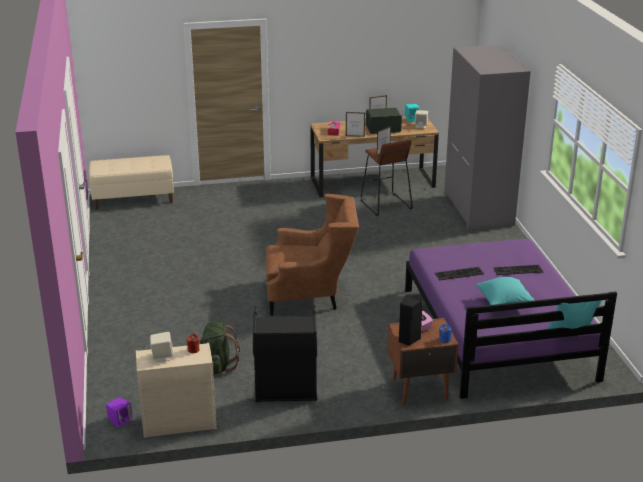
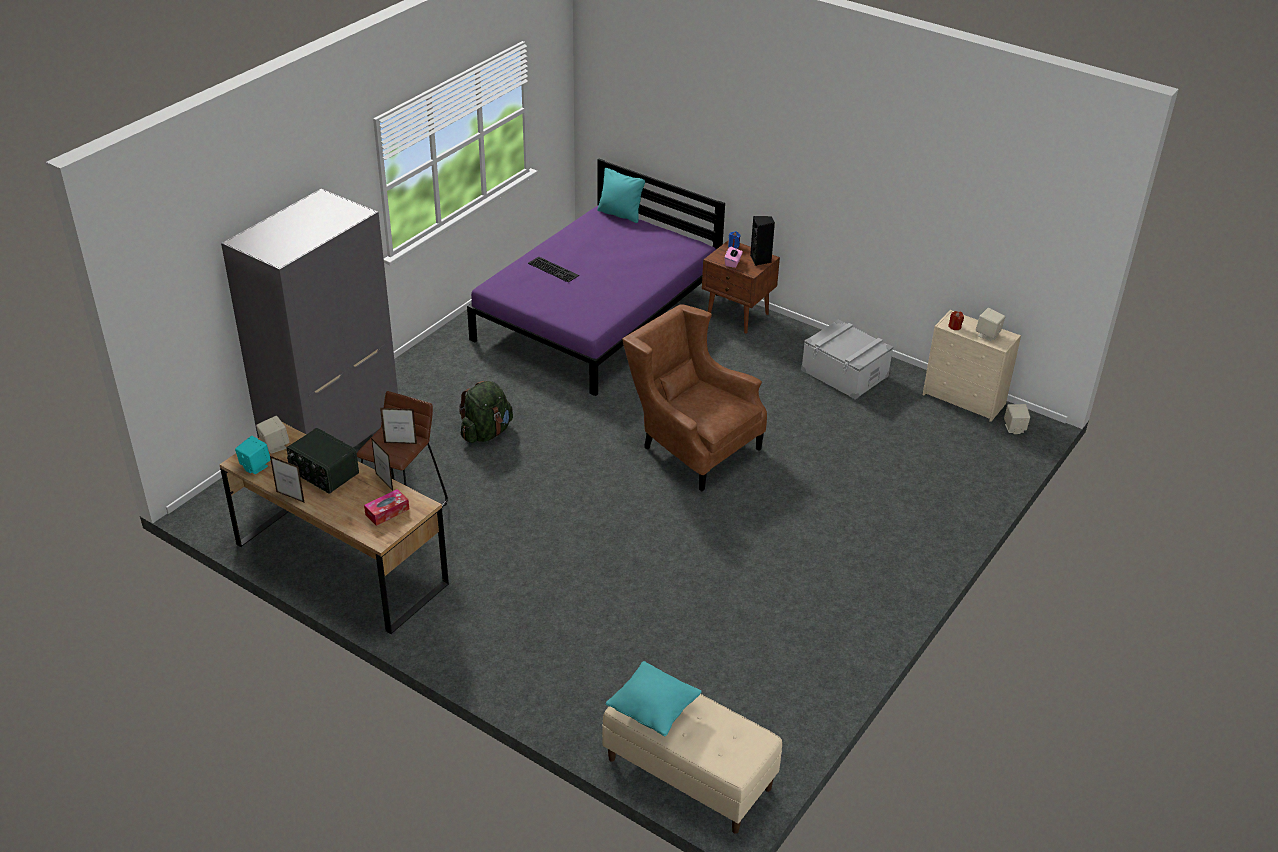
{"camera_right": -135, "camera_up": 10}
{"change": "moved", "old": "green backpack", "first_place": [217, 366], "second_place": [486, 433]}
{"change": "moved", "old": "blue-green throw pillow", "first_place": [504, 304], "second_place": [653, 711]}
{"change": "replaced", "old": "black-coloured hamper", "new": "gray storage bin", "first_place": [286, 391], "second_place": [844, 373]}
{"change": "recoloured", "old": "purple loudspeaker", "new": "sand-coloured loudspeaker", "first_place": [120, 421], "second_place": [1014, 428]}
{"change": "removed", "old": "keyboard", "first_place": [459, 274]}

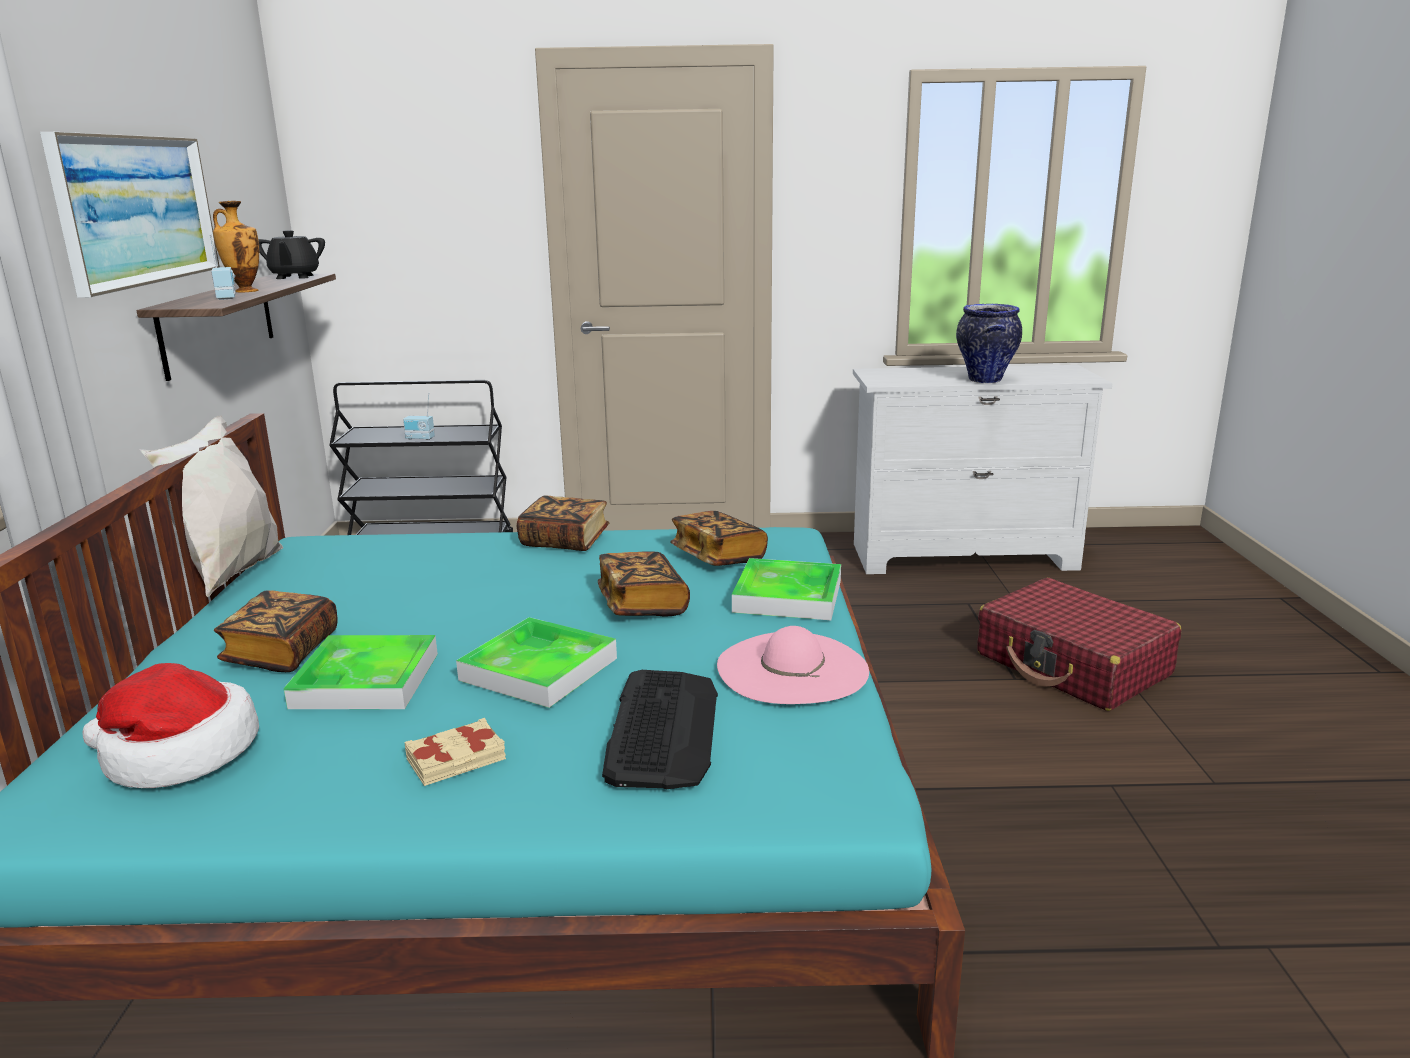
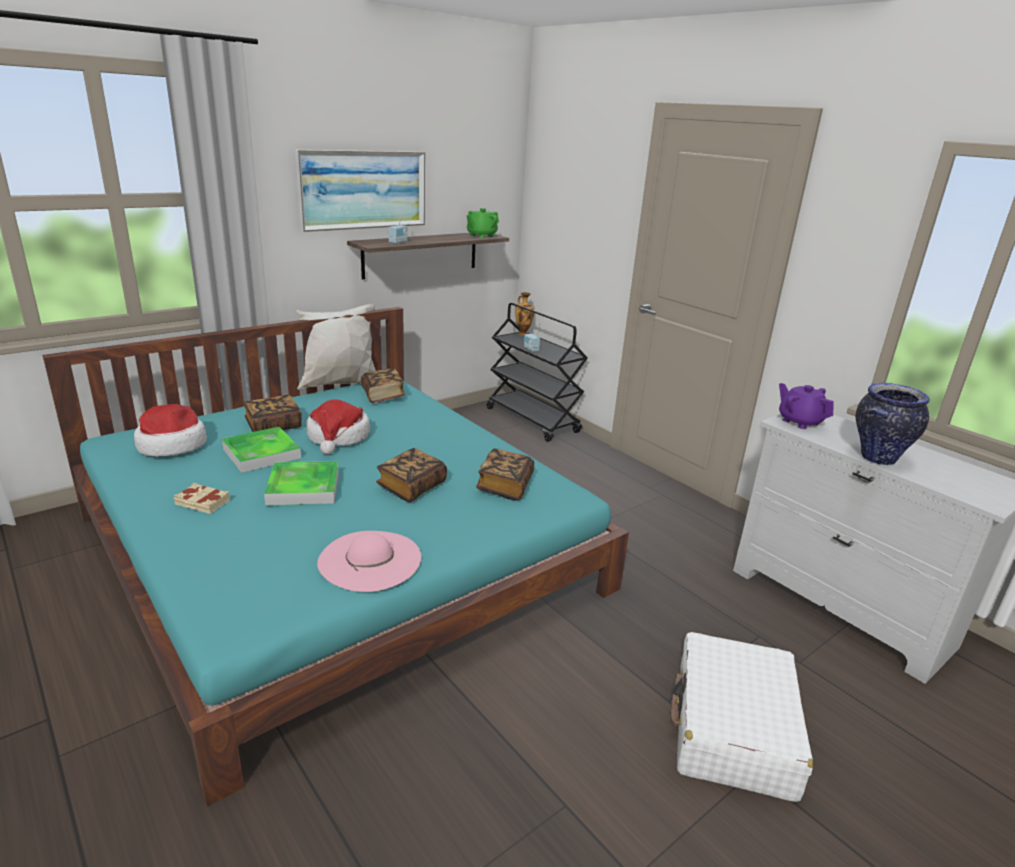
{"camera_right": 50, "camera_up": 5}
{"change": "added", "new": "wearable hat", "second_place": [338, 437]}
{"change": "moved", "old": "volume", "first_place": [565, 541], "second_place": [383, 396]}
{"change": "recoloured", "old": "black-coloured teapot", "new": "green teapot", "first_place": [294, 277], "second_place": [481, 236]}
{"change": "moved", "old": "decorative vase", "first_place": [245, 291], "second_place": [523, 333]}
{"change": "recoloured", "old": "red-coloured suitcase", "new": "whitish suitcase", "first_place": [1073, 665], "second_place": [732, 729]}
{"change": "added", "new": "purple teapot", "second_place": [799, 422]}
{"change": "removed", "old": "keyboard", "first_place": [663, 728]}
{"change": "removed", "old": "tray", "first_place": [788, 596]}

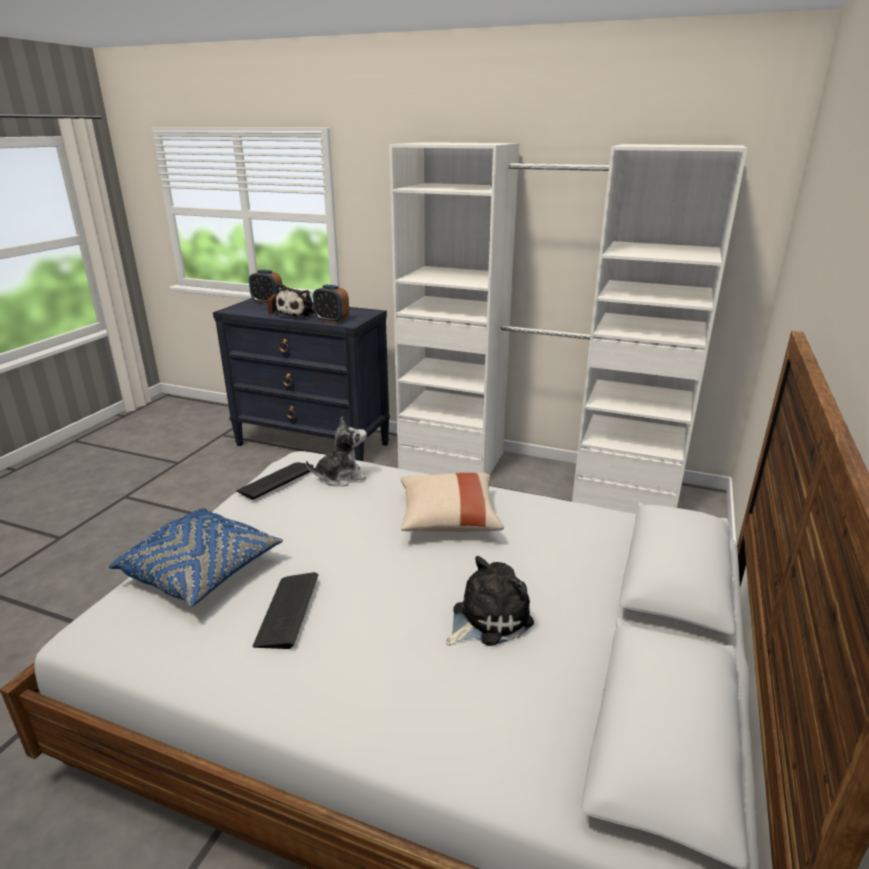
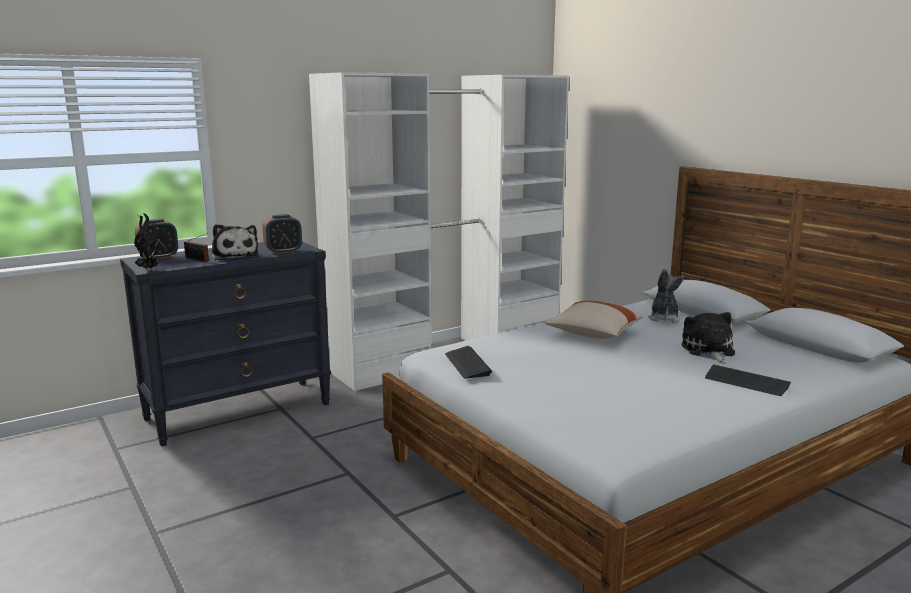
{"camera_right": -55, "camera_up": -10}
{"change": "added", "new": "plant in a pot", "second_place": [149, 269]}
{"change": "moved", "old": "soft toy", "first_place": [340, 477], "second_place": [663, 318]}
{"change": "moved", "old": "keyboard", "first_place": [287, 611], "second_place": [746, 382]}
{"change": "removed", "old": "bluish throw pillow", "first_place": [202, 571]}

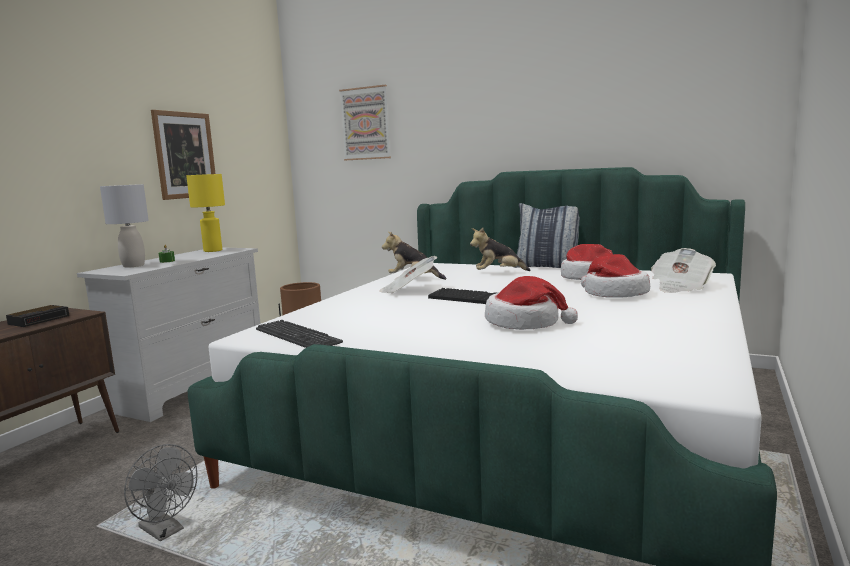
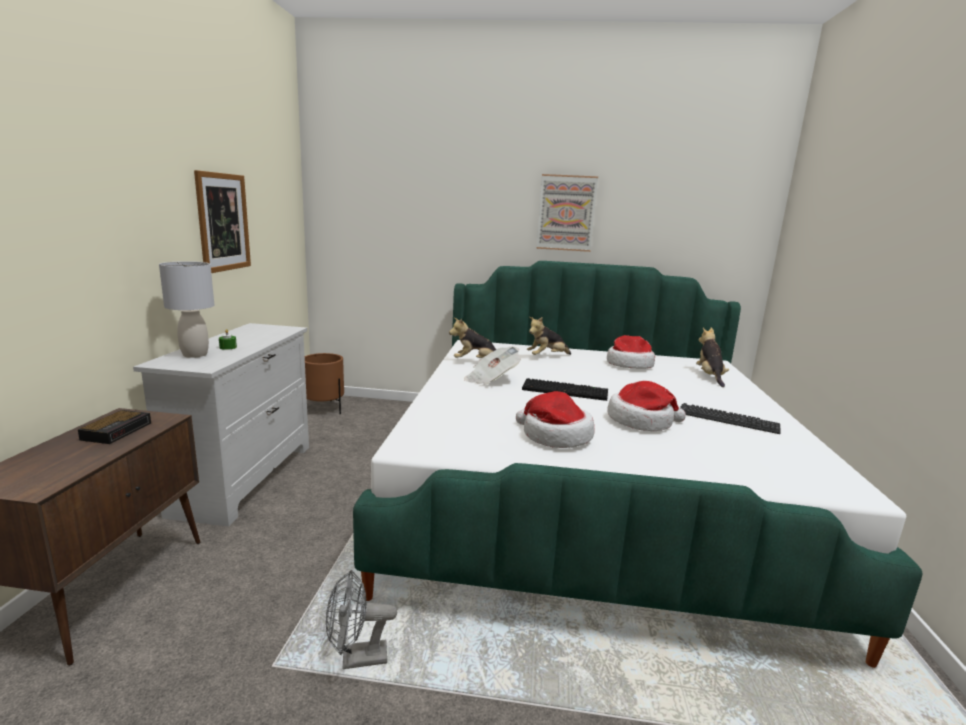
{"camera_right": -20, "camera_up": 5}
{"change": "turned", "old": "gray fan", "first_place": [166, 531], "second_place": [356, 659], "degrees": 150}
{"change": "moved", "old": "wearable hat", "first_place": [614, 293], "second_place": [555, 436]}
{"change": "moved", "old": "picture", "first_place": [365, 123], "second_place": [566, 213]}
{"change": "moved", "old": "keyboard", "first_place": [297, 336], "second_place": [727, 419]}
{"change": "replaced", "old": "newspaper", "new": "soft toy", "first_place": [680, 287], "second_place": [709, 376]}
{"change": "removed", "old": "yellow table lamp", "first_place": [213, 250]}
{"change": "removed", "old": "throw pillow", "first_place": [547, 267]}

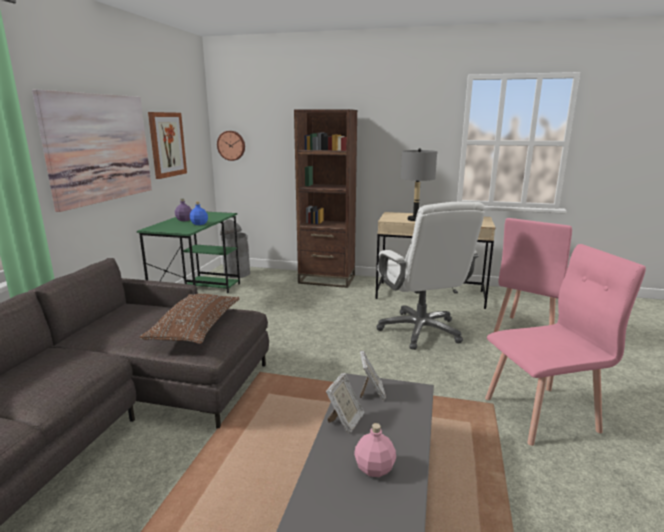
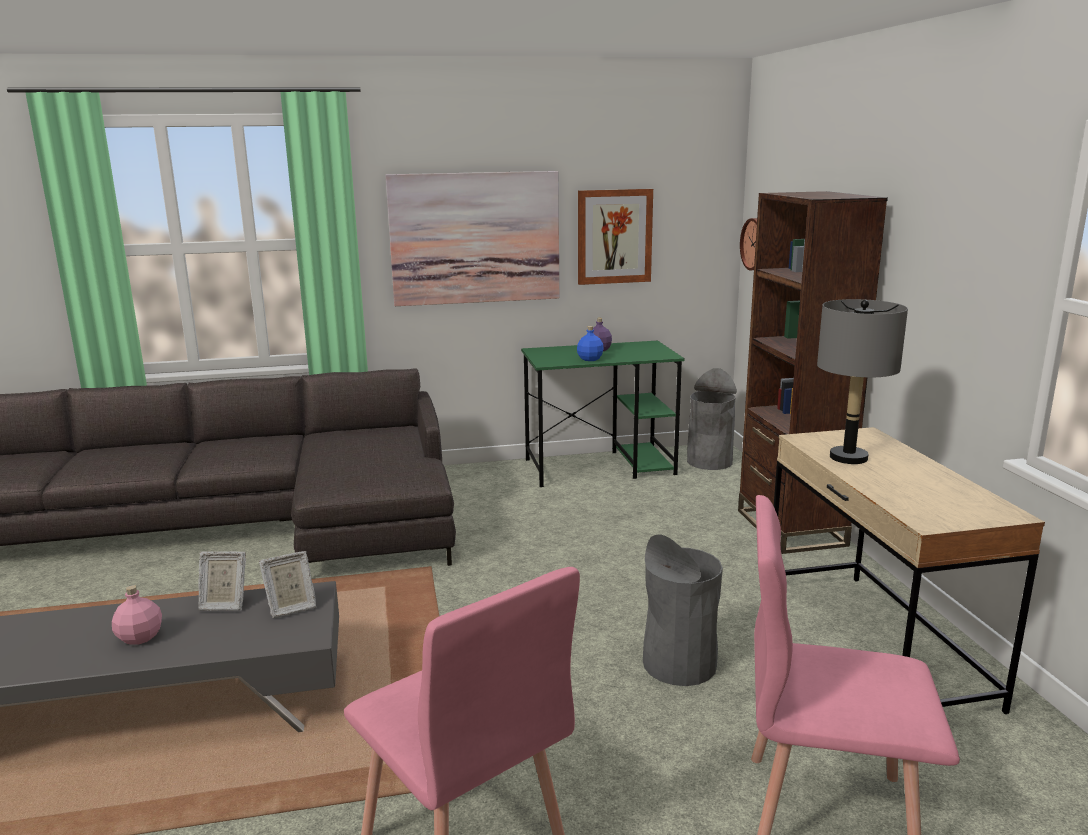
{"camera_right": 65, "camera_up": 0}
{"change": "replaced", "old": "whitish computer chair", "new": "gray trash can", "first_place": [420, 331], "second_place": [679, 664]}
{"change": "removed", "old": "brownish throw pillow", "first_place": [195, 328]}

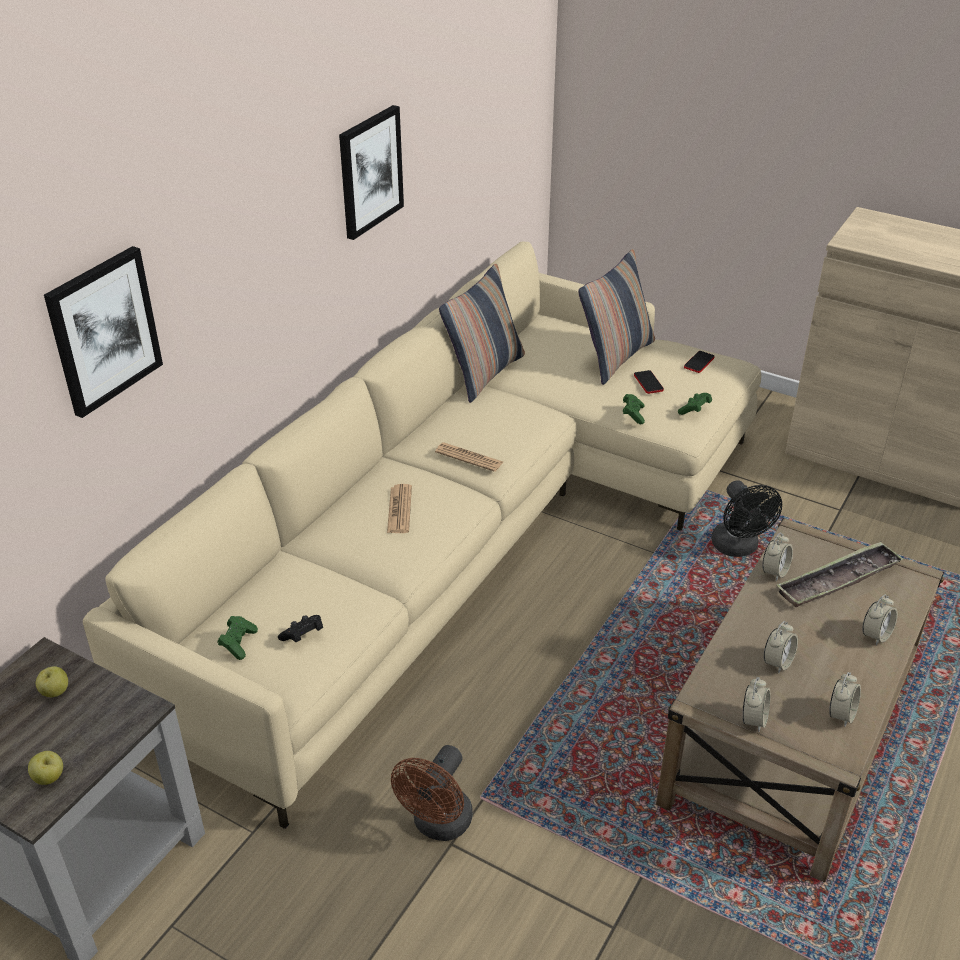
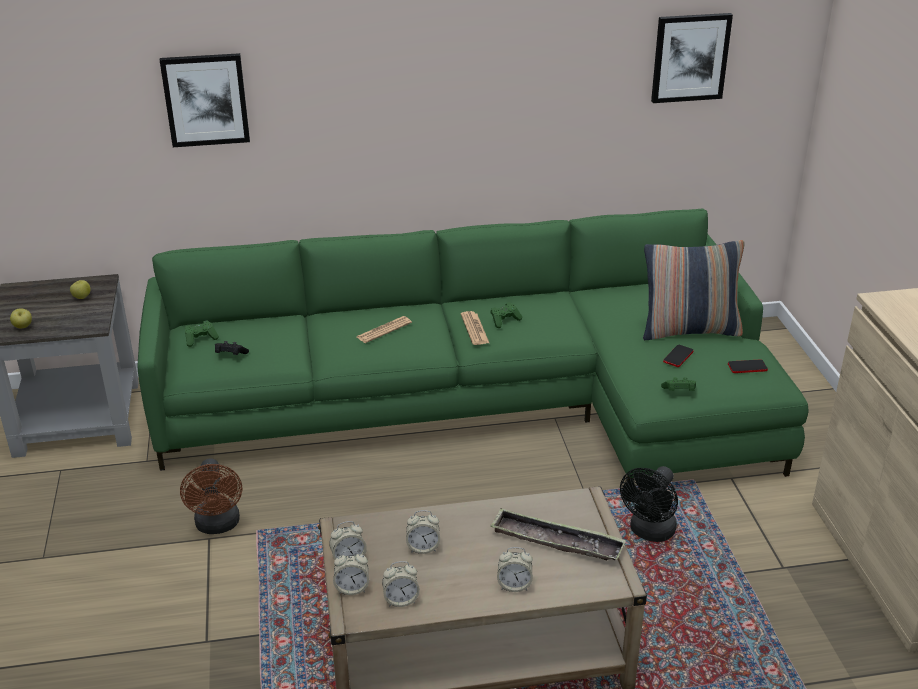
{"camera_right": 50, "camera_up": -5}
{"change": "recoloured", "old": "sand-coloured sofa", "new": "green sofa", "first_place": [468, 535], "second_place": [486, 405]}
{"change": "turned", "old": "brownish fan", "first_place": [438, 825], "second_place": [218, 525], "degrees": -90}
{"change": "moved", "old": "alarm clock", "first_place": [774, 572], "second_place": [352, 588]}
{"change": "moved", "old": "green gamepad", "first_place": [633, 414], "second_place": [505, 320]}
{"change": "moved", "old": "picture", "first_place": [370, 171], "second_place": [690, 57]}
{"change": "removed", "old": "throw pillow", "first_place": [484, 374]}

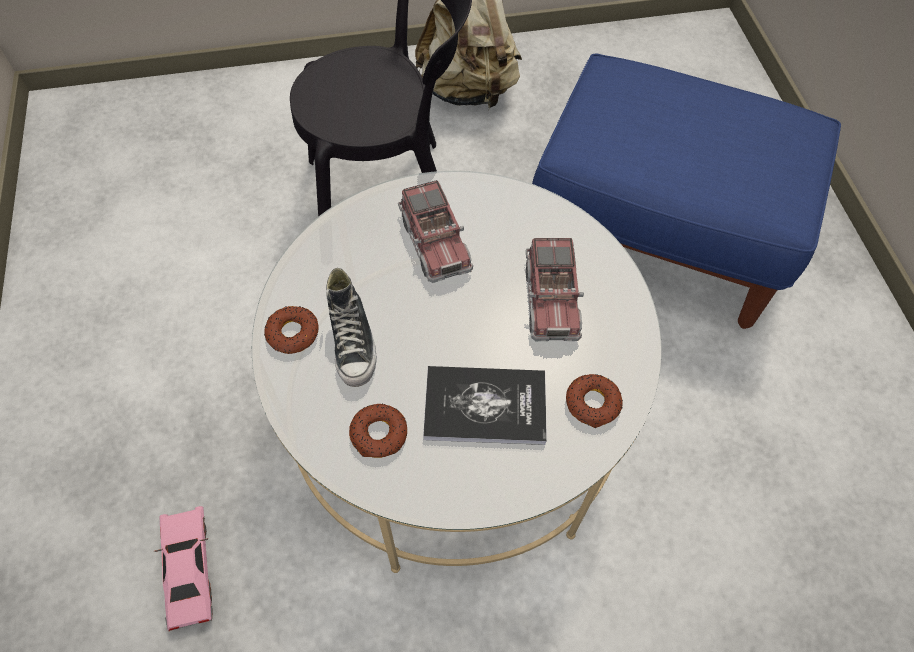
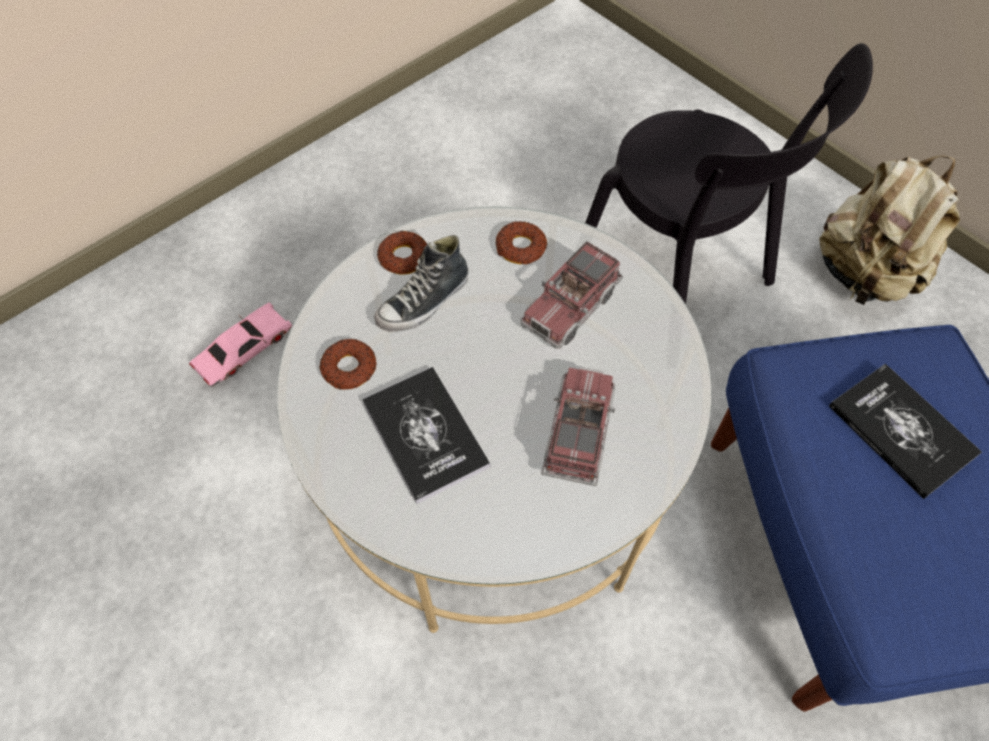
{"camera_right": 60, "camera_up": 0}
{"change": "moved", "old": "ring doughnut", "first_place": [592, 403], "second_place": [521, 248]}
{"change": "turned", "old": "toy lorry", "first_place": [551, 299], "second_place": [578, 433], "degrees": 135}
{"change": "added", "new": "volume", "second_place": [901, 430]}

